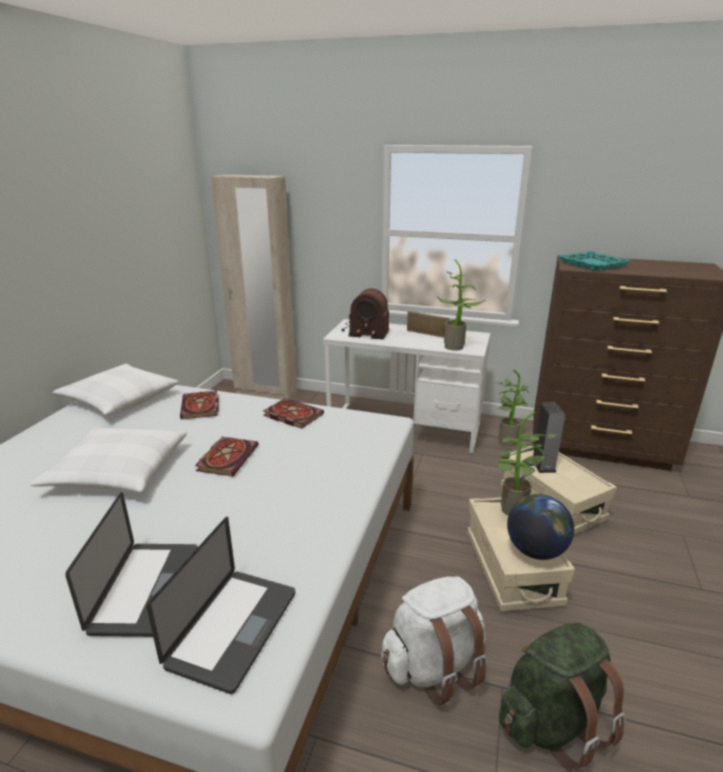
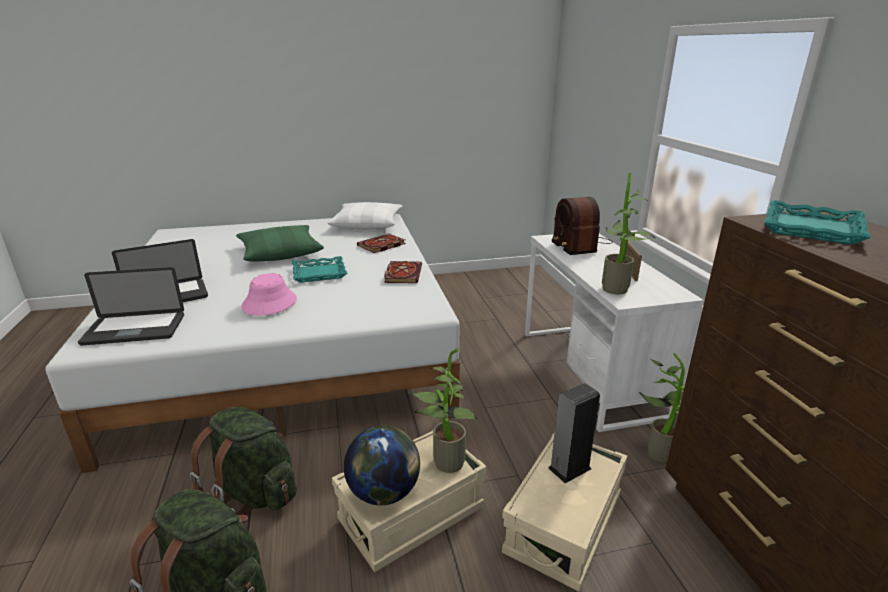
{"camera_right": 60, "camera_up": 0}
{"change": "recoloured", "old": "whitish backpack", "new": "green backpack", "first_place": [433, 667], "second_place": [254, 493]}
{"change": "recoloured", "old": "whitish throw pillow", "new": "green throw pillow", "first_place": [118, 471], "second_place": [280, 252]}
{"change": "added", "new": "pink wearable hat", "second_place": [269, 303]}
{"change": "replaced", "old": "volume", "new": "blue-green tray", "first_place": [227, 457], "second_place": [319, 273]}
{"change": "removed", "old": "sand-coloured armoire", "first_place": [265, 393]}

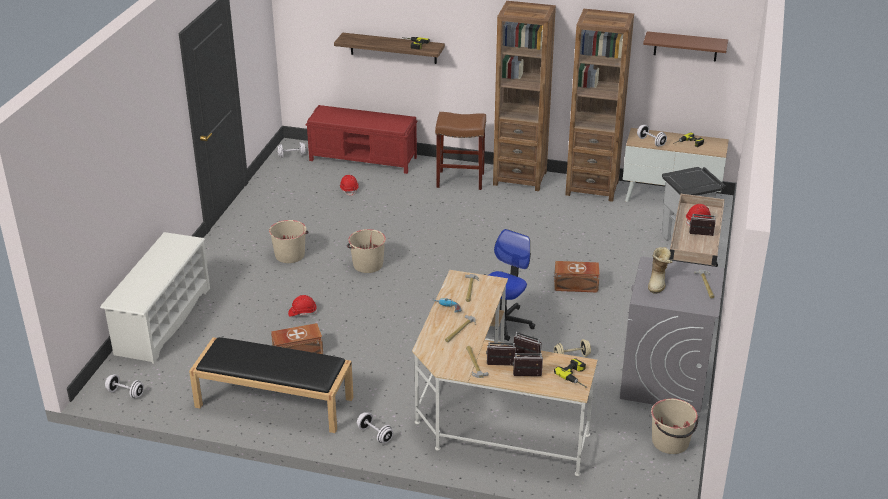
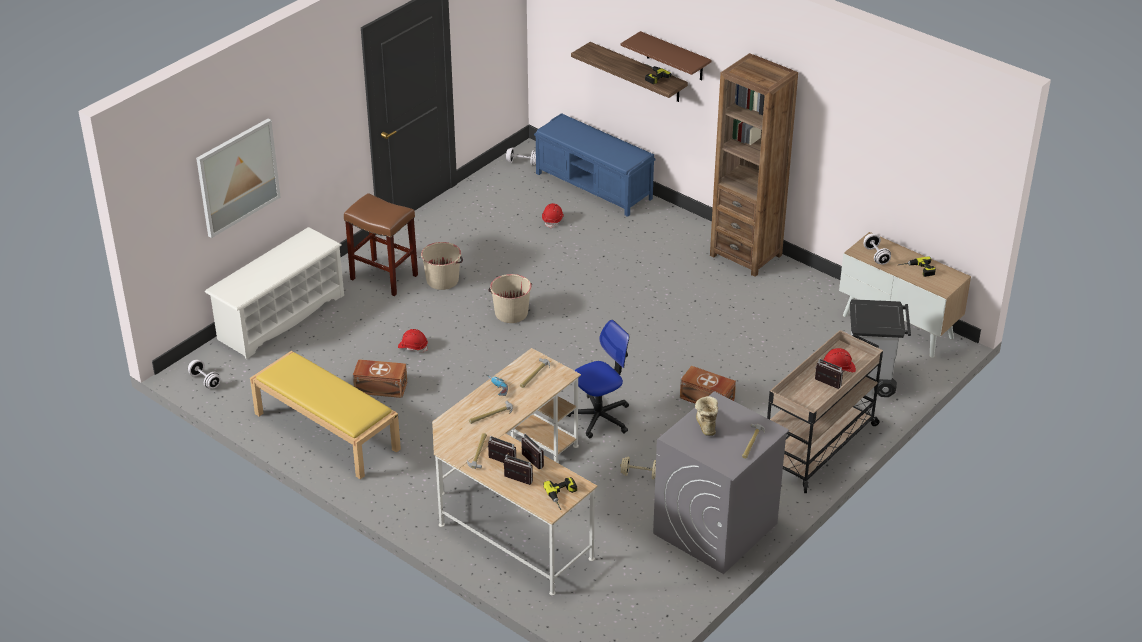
{"camera_right": 25, "camera_up": 5}
{"change": "added", "new": "picture", "second_place": [238, 177]}
{"change": "recoloured", "old": "black-coloured indoor bench", "new": "yellow indoor bench", "first_place": [273, 402], "second_place": [325, 431]}
{"change": "moved", "old": "brownish stool seat", "first_place": [459, 180], "second_place": [383, 277]}
{"change": "recoloured", "old": "red-coloured indoor bench", "new": "bluish indoor bench", "first_place": [364, 159], "second_place": [594, 186]}
{"change": "moved", "old": "brownish shelf", "first_place": [685, 46], "second_place": [675, 57]}
{"change": "turned", "old": "tall boot", "first_place": [658, 282], "second_place": [705, 425], "degrees": 135}
{"change": "removed", "old": "whitish hand weight", "first_place": [375, 434]}
{"change": "removed", "old": "brownish bookshelf", "first_place": [592, 188]}
{"change": "removed", "old": "sand-coloured bucket", "first_place": [671, 442]}

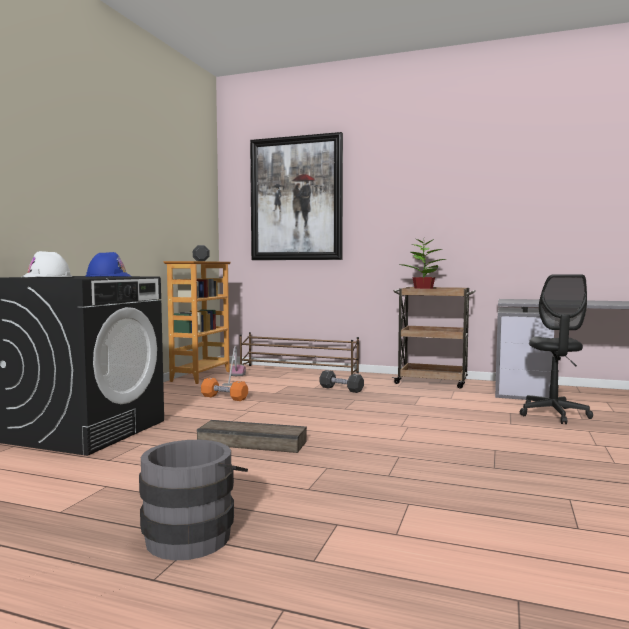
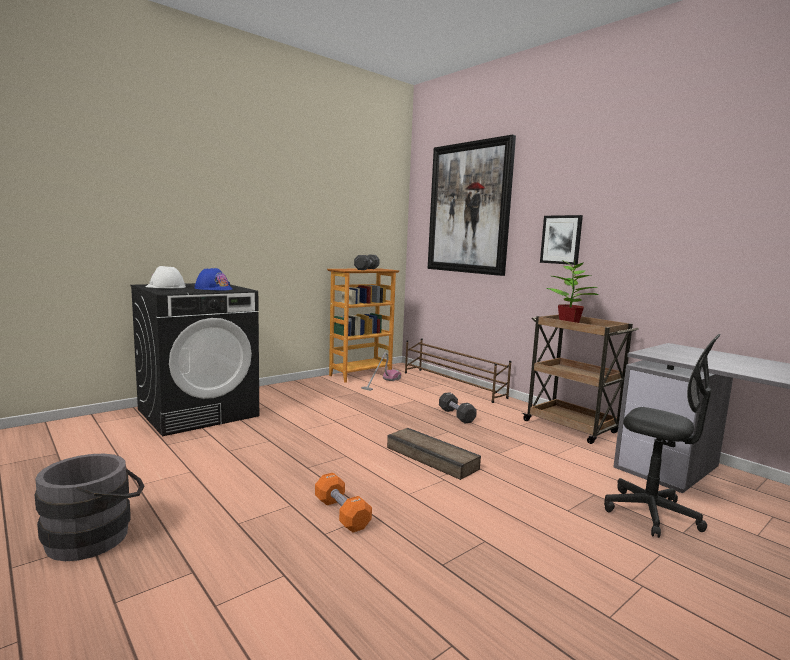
{"camera_right": 30, "camera_up": 5}
{"change": "moved", "old": "orange-coloured hand weight", "first_place": [224, 398], "second_place": [342, 513]}
{"change": "moved", "old": "crate", "first_place": [252, 442], "second_place": [432, 457]}
{"change": "added", "new": "picture", "second_place": [561, 239]}
{"change": "turned", "old": "black-coloured computer chair", "first_place": [553, 414], "second_place": [651, 513], "degrees": -90}

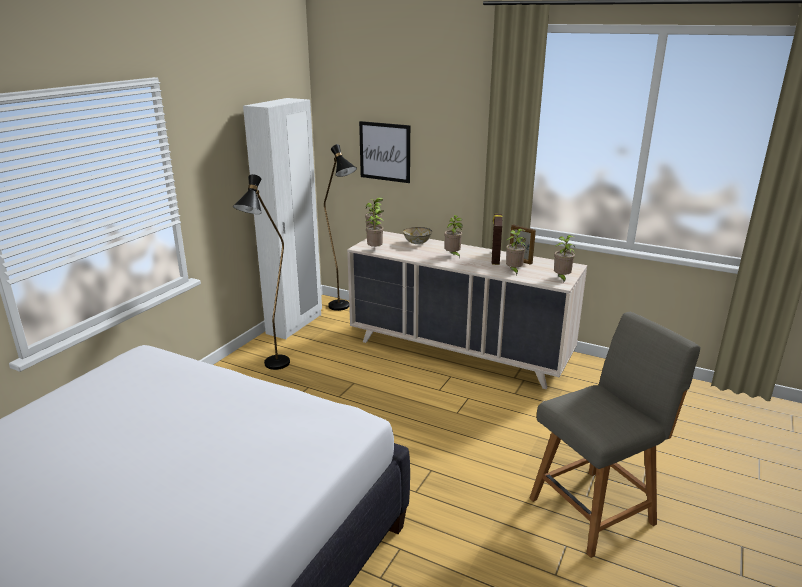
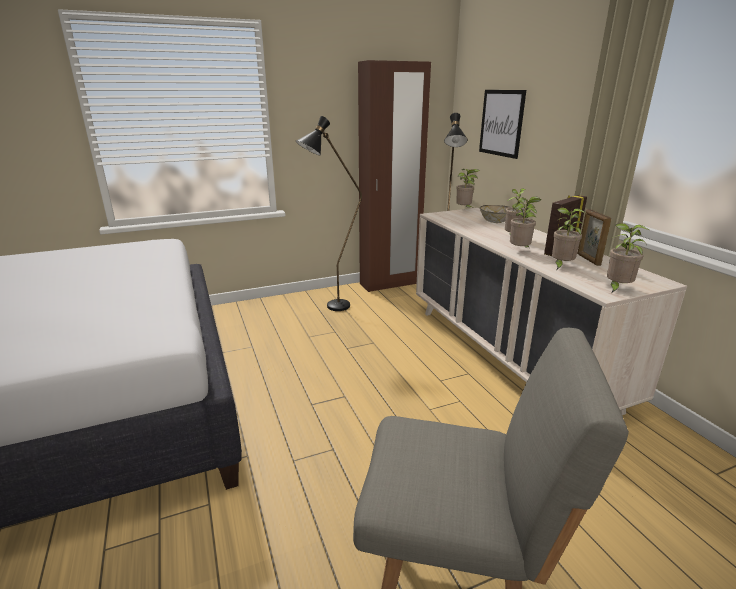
{"camera_right": 40, "camera_up": 0}
{"change": "recoloured", "old": "whitish armoire", "new": "brownish armoire", "first_place": [295, 324], "second_place": [390, 283]}
{"change": "moved", "old": "plant in a pot", "first_place": [375, 249], "second_place": [520, 251]}

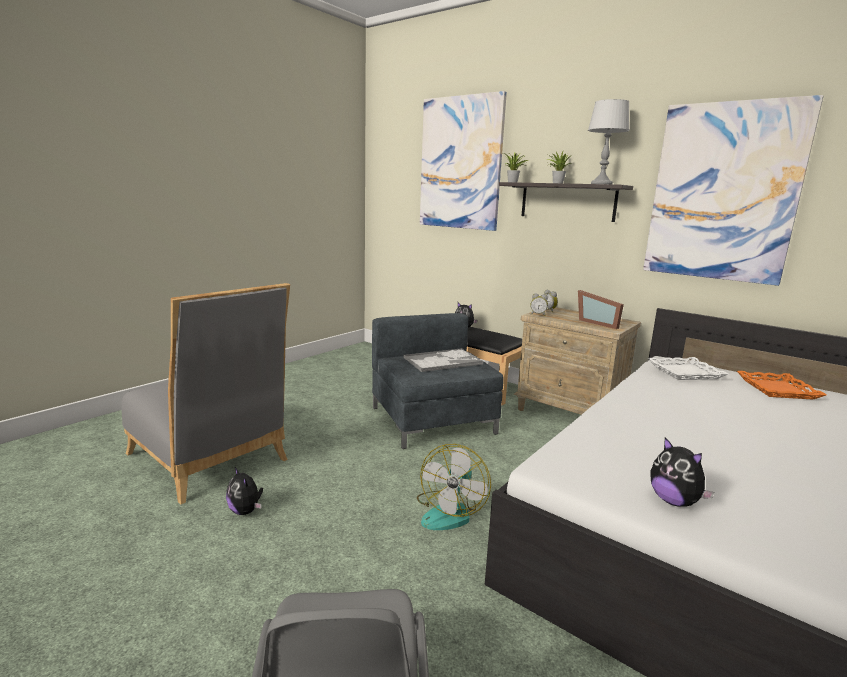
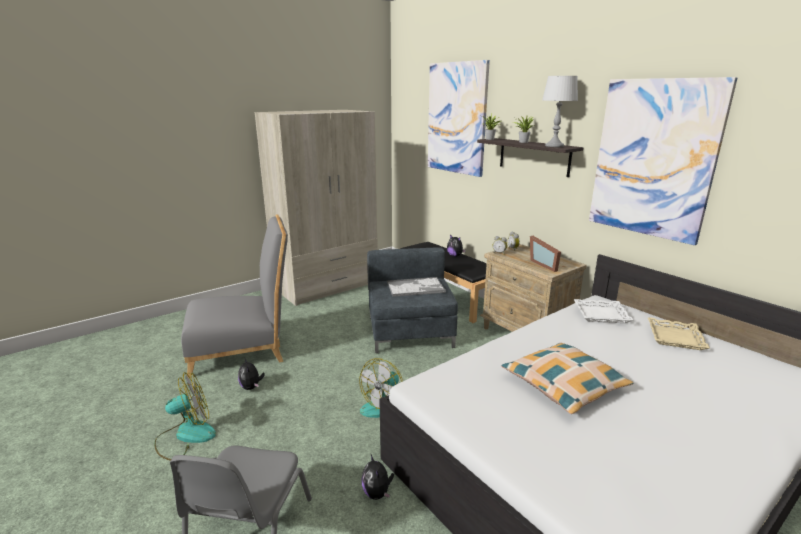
{"camera_right": 15, "camera_up": 5}
{"change": "added", "new": "fan", "second_place": [186, 436]}
{"change": "turned", "old": "gray plain chair", "first_place": [211, 461], "second_place": [243, 349], "degrees": -75}
{"change": "added", "new": "sand-coloured armoire", "second_place": [327, 285]}
{"change": "moved", "old": "soft toy", "first_place": [674, 501], "second_place": [377, 493]}
{"change": "added", "new": "throw pillow", "second_place": [563, 385]}
{"change": "recoloured", "old": "orange-coloured tray", "new": "sand-coloured tray", "first_place": [778, 389], "second_place": [676, 338]}

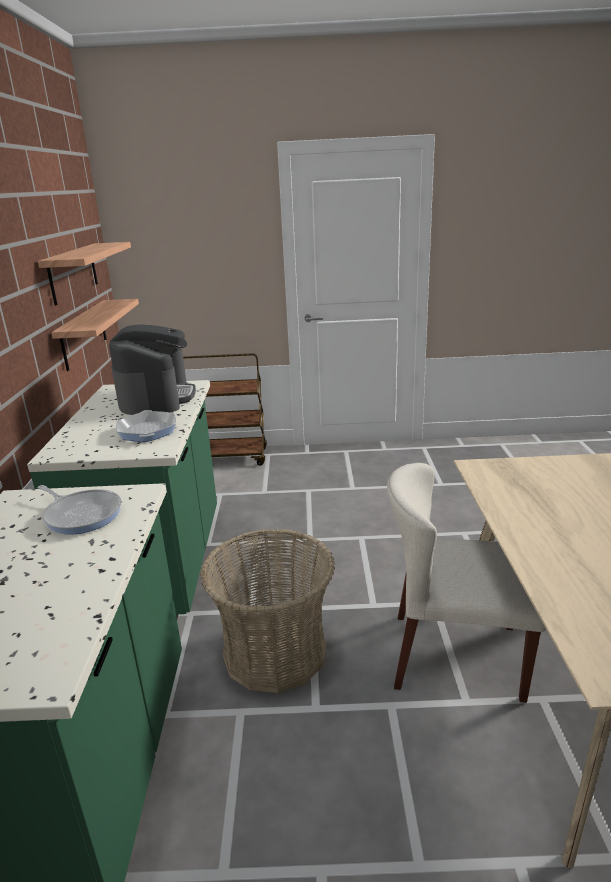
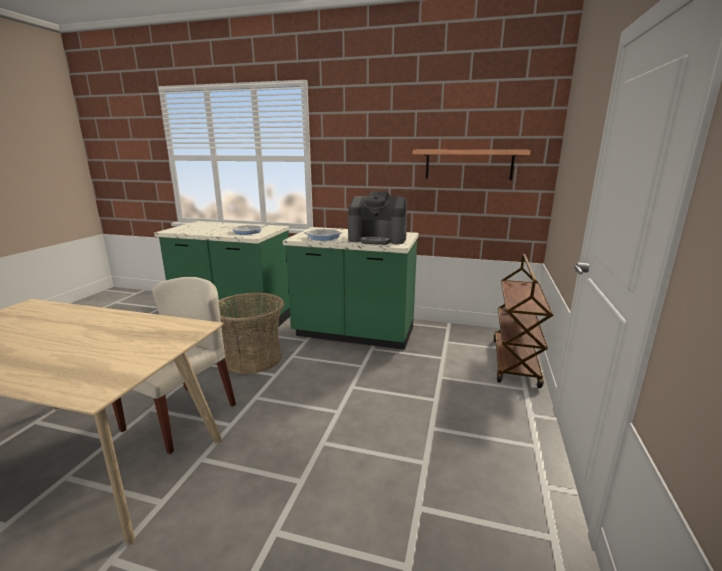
{"camera_right": 105, "camera_up": -5}
{"change": "removed", "old": "shelf", "first_place": [83, 334]}

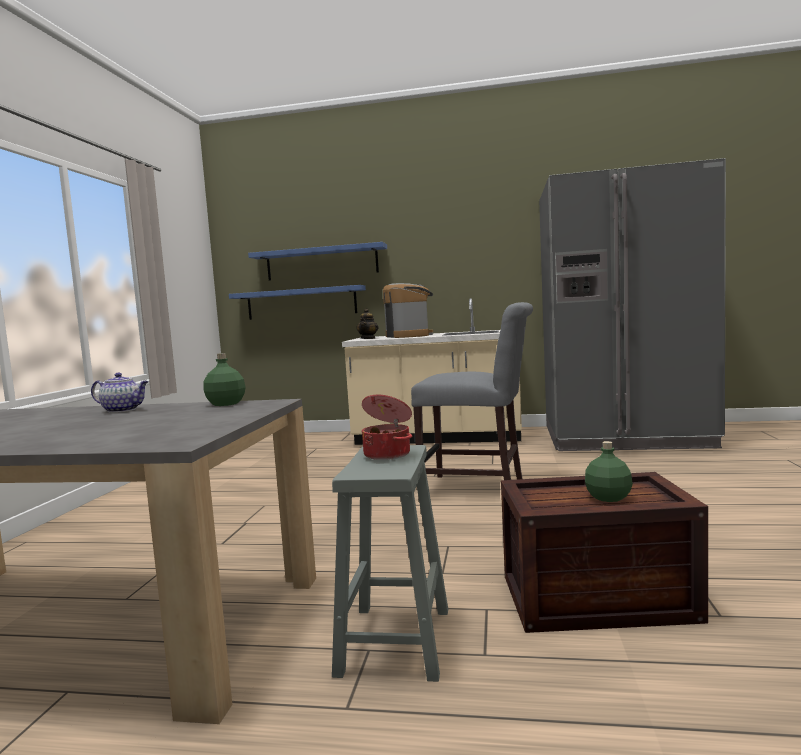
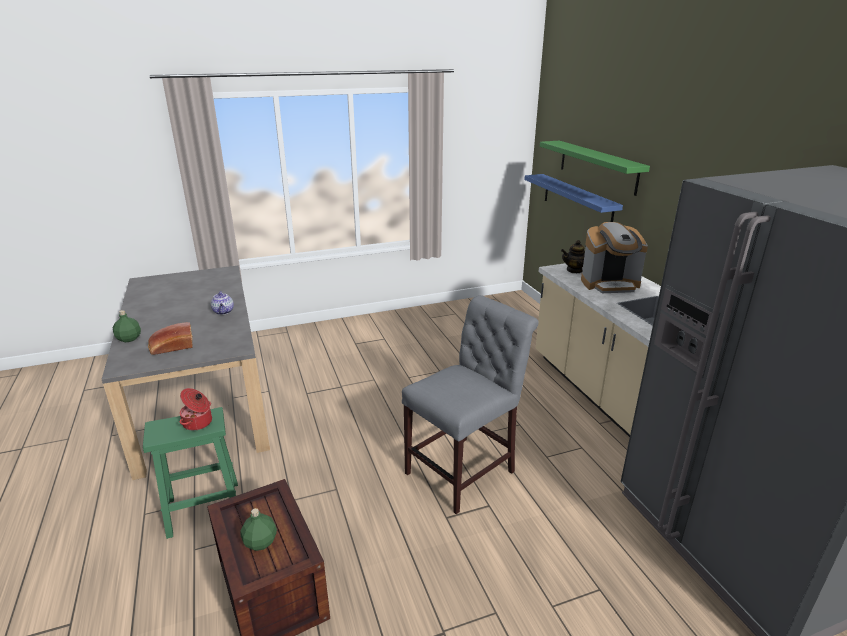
{"camera_right": 60, "camera_up": 20}
{"change": "moved", "old": "green beverage bottle", "first_place": [225, 404], "second_place": [128, 339]}
{"change": "recoloured", "old": "gray stool seat", "new": "green stool seat", "first_place": [395, 642], "second_place": [202, 509]}
{"change": "added", "new": "bakery bread", "second_place": [171, 347]}
{"change": "turned", "old": "gray plain chair", "first_place": [479, 489], "second_place": [465, 470], "degrees": -120}
{"change": "recoloured", "old": "bluish shelf", "new": "green shelf", "first_place": [322, 263], "second_place": [597, 166]}
{"change": "turned", "old": "coffee brewer", "first_place": [409, 336], "second_place": [610, 284], "degrees": 45}

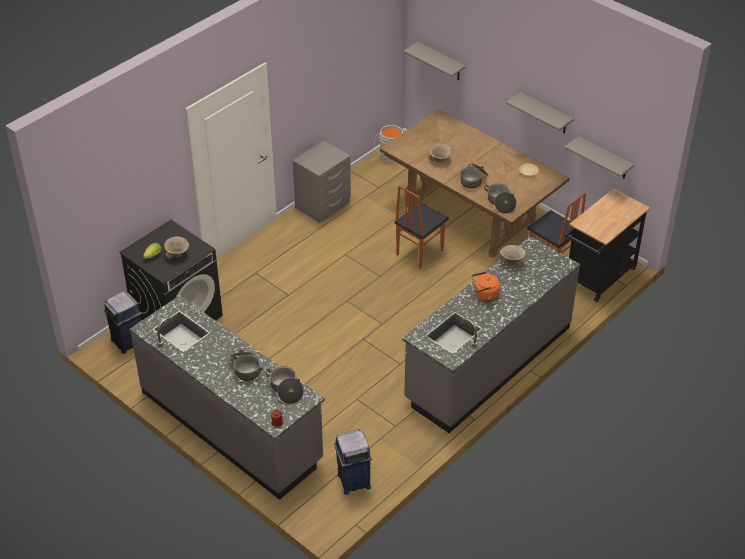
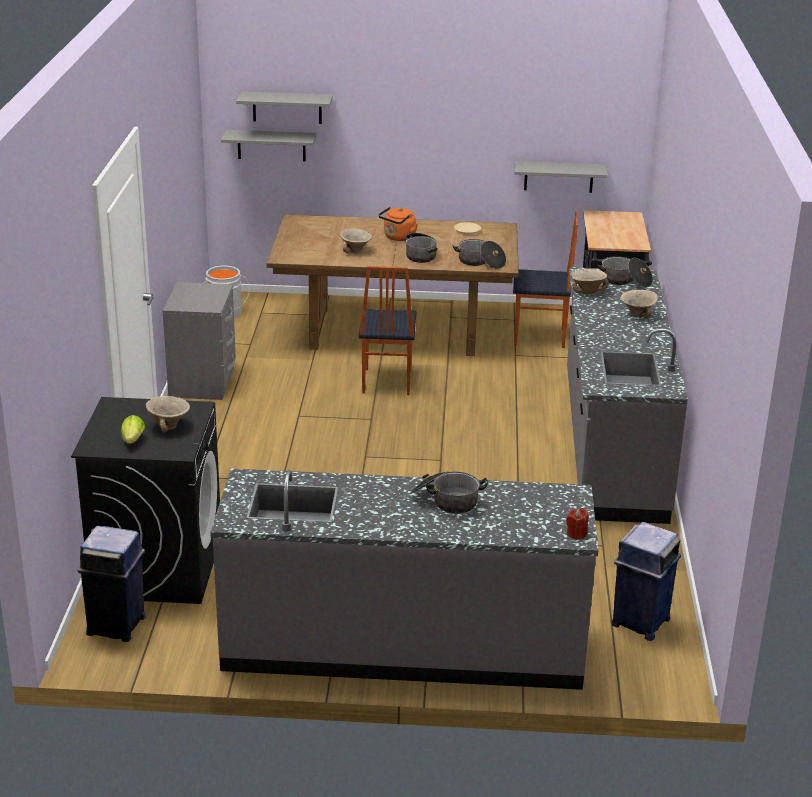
{"camera_right": -40, "camera_up": -15}
{"change": "moved", "old": "gray shelf", "first_place": [545, 114], "second_place": [287, 107]}
{"change": "moved", "old": "orange-coloured tea kettle", "first_place": [484, 296], "second_place": [398, 238]}
{"change": "moved", "old": "saucepot", "first_place": [286, 389], "second_place": [625, 281]}
{"change": "added", "new": "sand-coloured bowl", "second_place": [637, 315]}

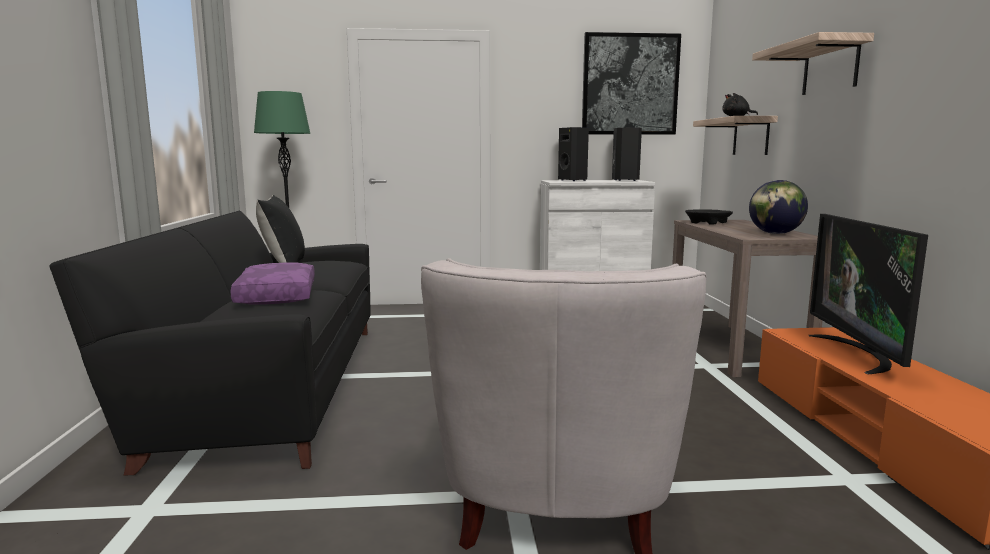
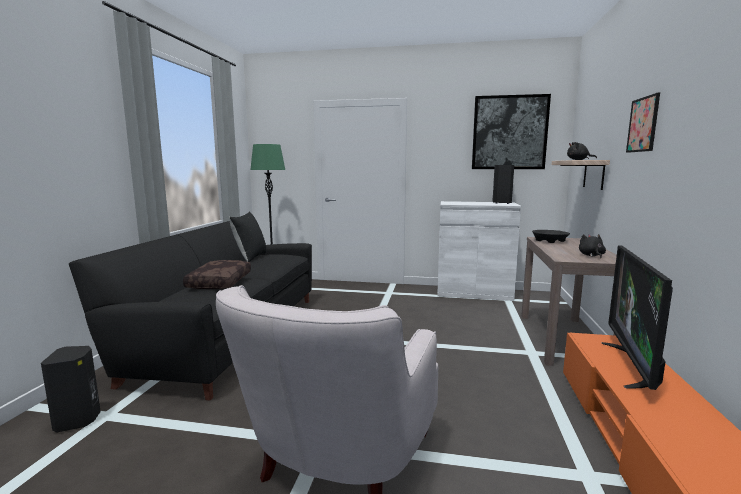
{"camera_right": 15, "camera_up": 0}
{"change": "moved", "old": "black-coloured loudspeaker", "first_place": [573, 180], "second_place": [79, 420]}
{"change": "recoloured", "old": "purple throw pillow", "new": "brownish throw pillow", "first_place": [275, 296], "second_place": [219, 282]}
{"change": "replaced", "old": "world globe", "new": "black-coloured soft toy", "first_place": [775, 233], "second_place": [591, 255]}
{"change": "replaced", "old": "shelf", "new": "picture", "first_place": [830, 67], "second_place": [643, 124]}

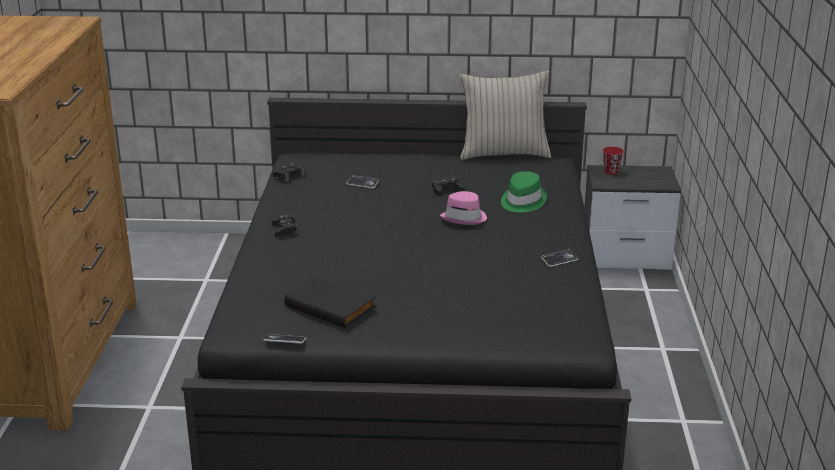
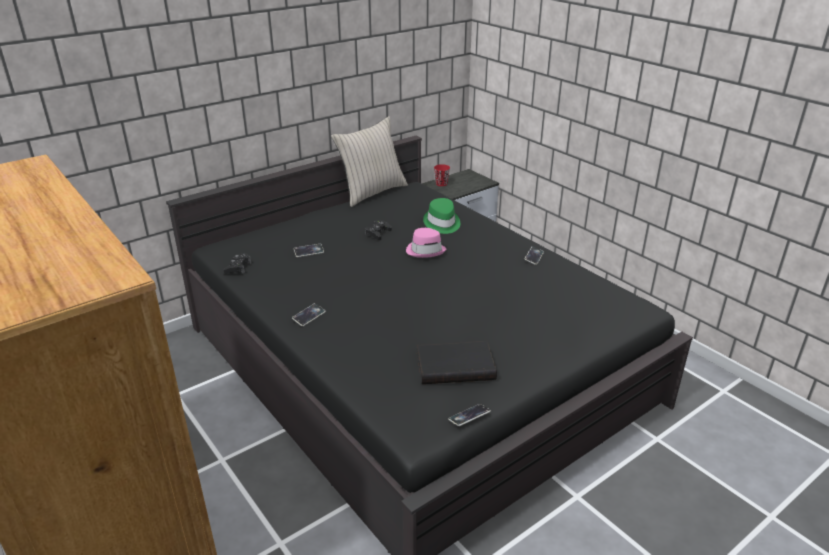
{"camera_right": -40, "camera_up": 5}
{"change": "replaced", "old": "black-coloured gamepad", "new": "phone", "first_place": [284, 230], "second_place": [309, 316]}

